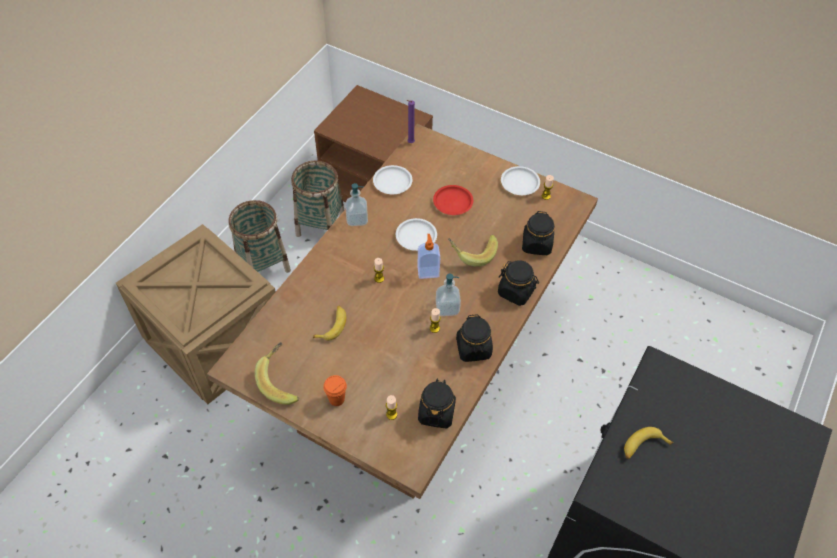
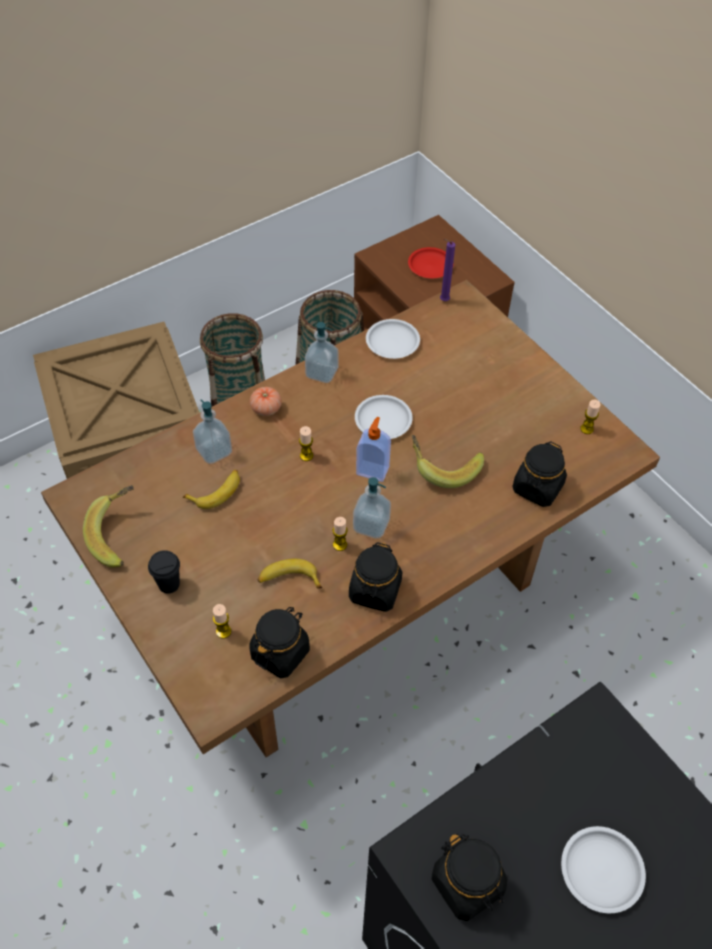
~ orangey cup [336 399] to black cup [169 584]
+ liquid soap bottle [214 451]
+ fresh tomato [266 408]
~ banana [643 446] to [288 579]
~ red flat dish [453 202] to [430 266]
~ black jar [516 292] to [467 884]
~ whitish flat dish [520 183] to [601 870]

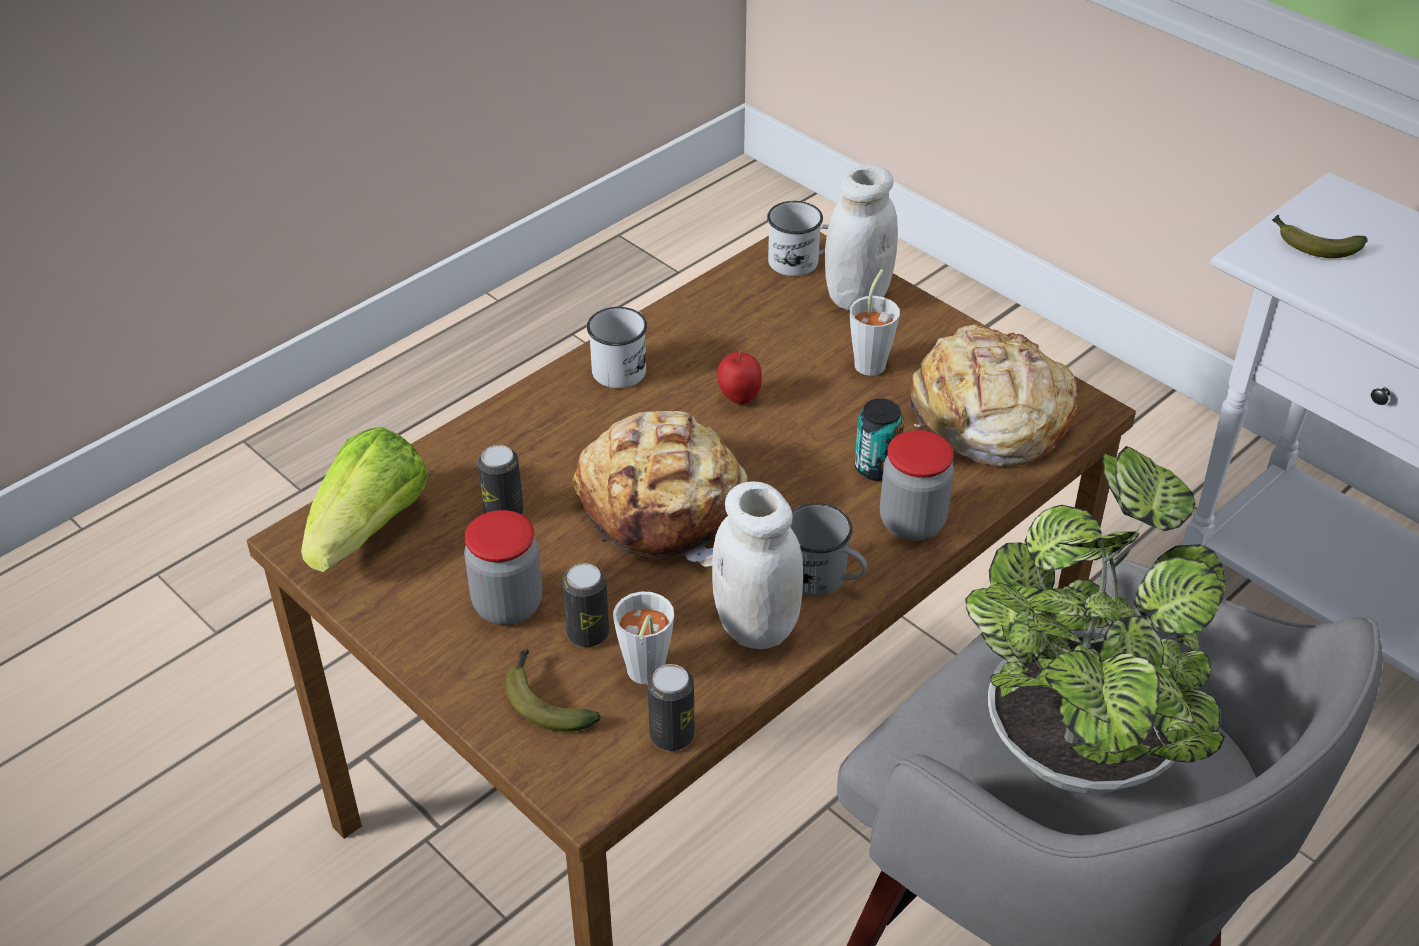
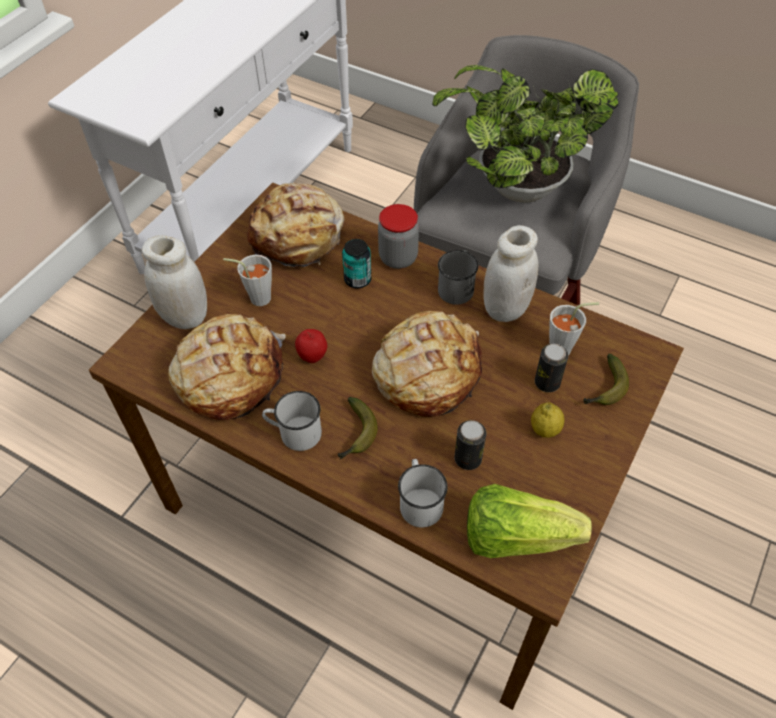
+ bread [229 376]
~ banana [1311 245] to [356 434]
~ whitish mug [802 262] to [419 501]
~ jar [508 605] to lemon [545 430]
- sealed can [671 735]

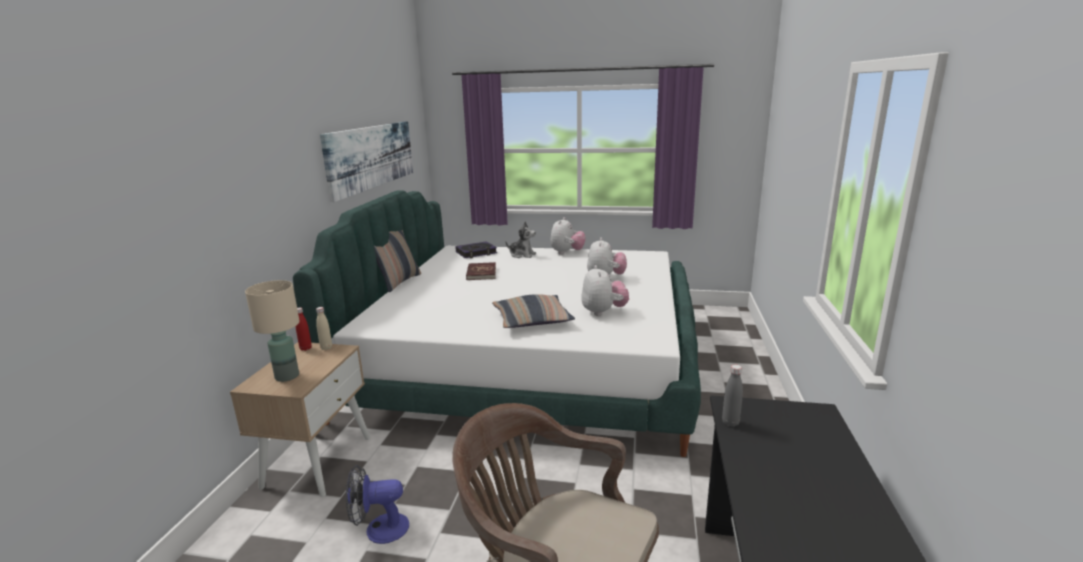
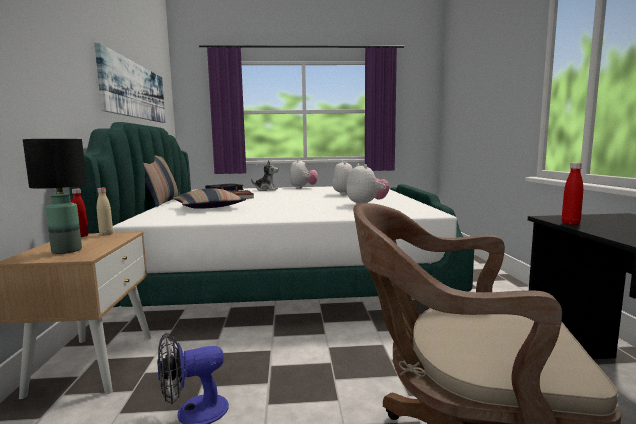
~ beige-coloured table lamp [287 376] to black table lamp [66 250]
~ throw pillow [532 320] to [209 208]
~ grey beverage bottle [730 422] to red beverage bottle [570 223]

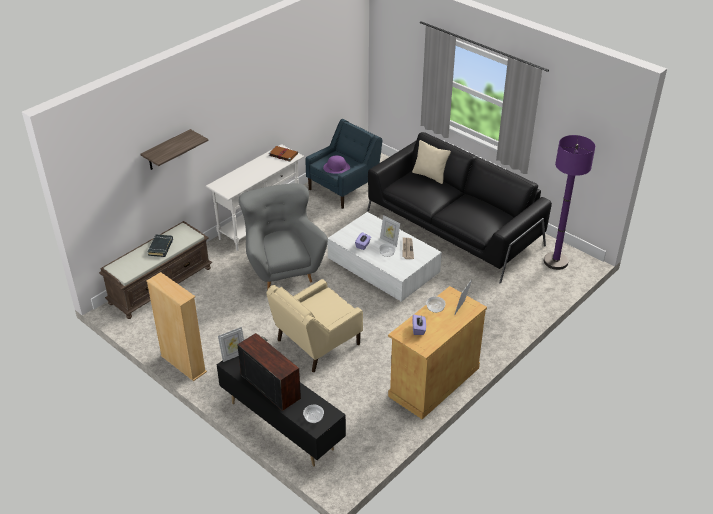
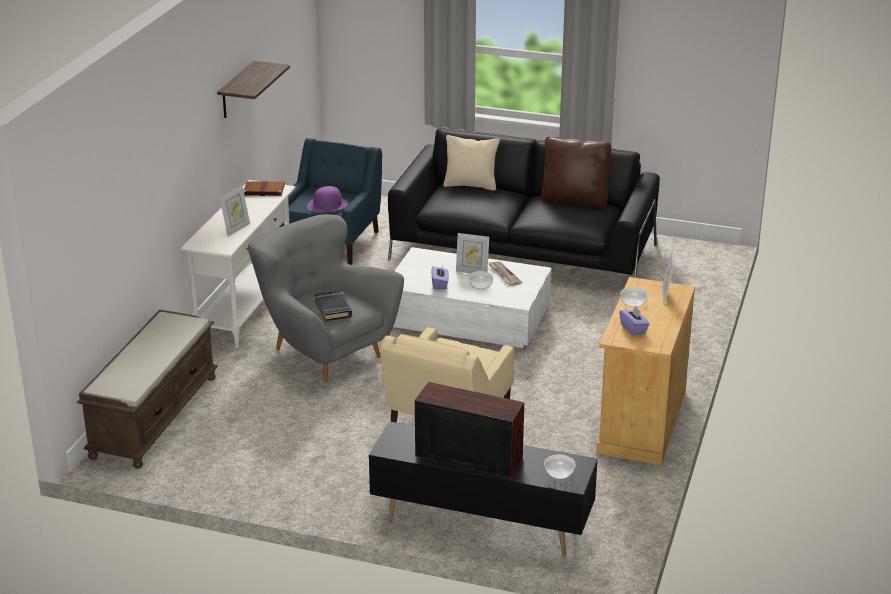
~ bracket shelf [167 150] to [236 90]
~ standing frame [233 355] to [236 229]
~ black book [161 247] to [333 309]
+ brown throw pillow [574 200]
- beige-coloured bookshelf [183 364]
- purplish standard lamp [555 261]

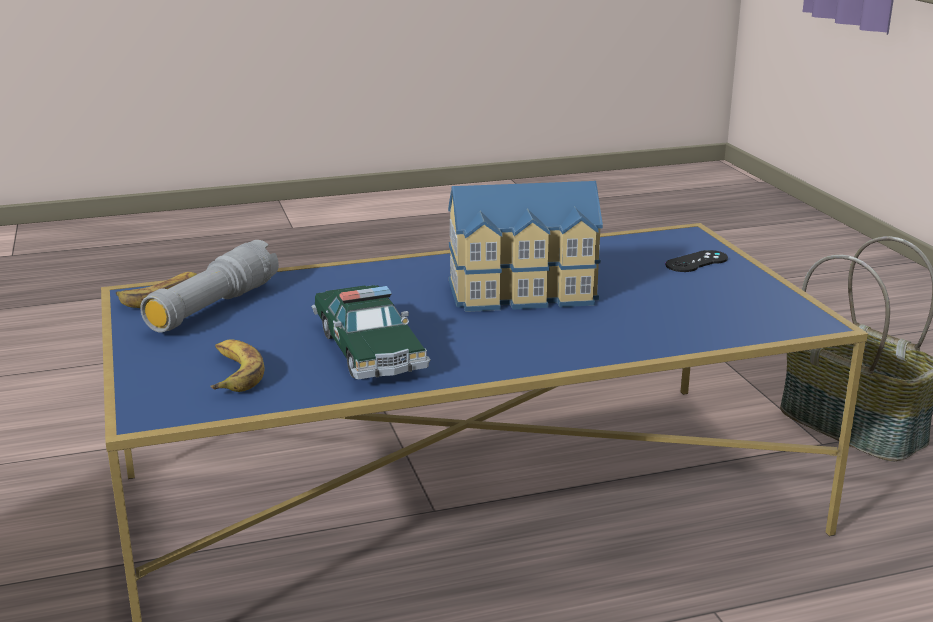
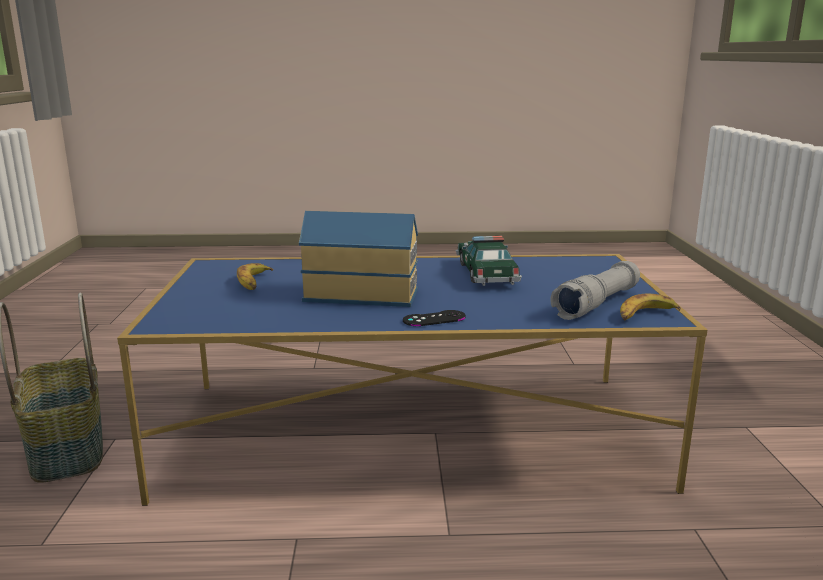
~ banana [233 373] to [254 282]
~ black game controller [696 262] to [434 319]

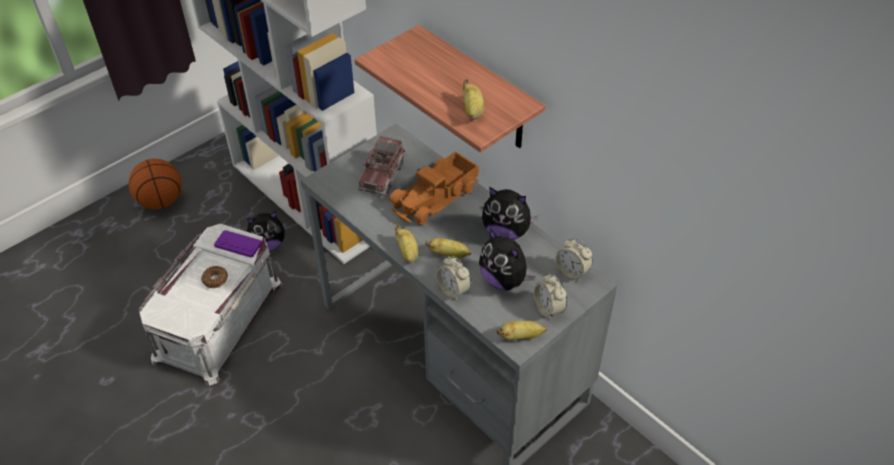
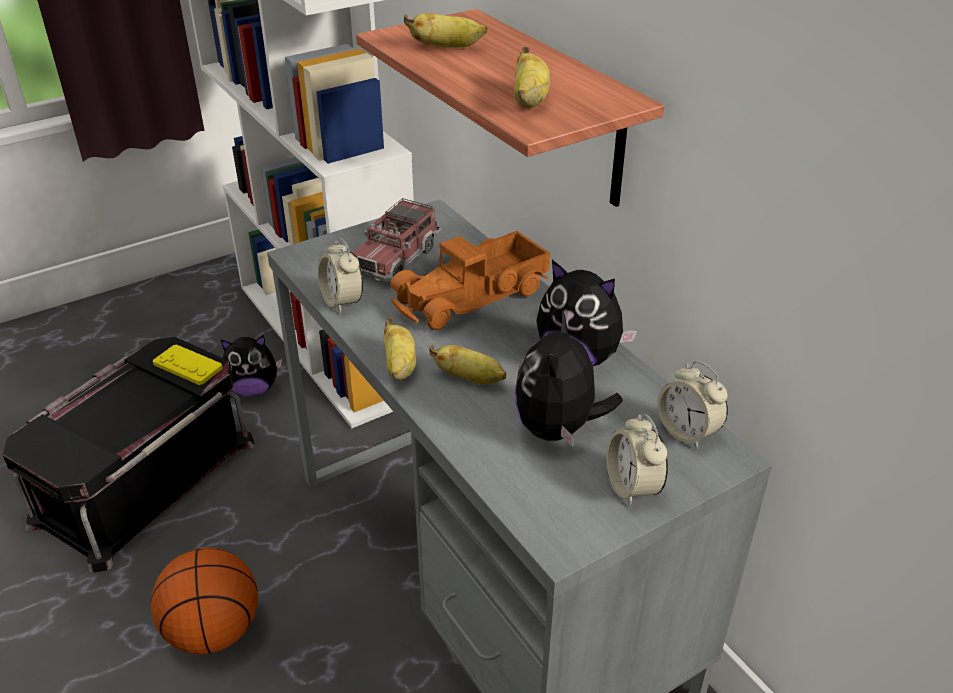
~ whitish storage container [217 319] to black storage container [143 479]
~ ball for basketball [161 201] to [214 631]
~ purplish game controller [238 244] to yellowish game controller [188 366]
~ alarm clock [453 290] to [342 301]
~ banana [520 336] to [447 47]
~ plush toy [504 280] = [558 429] 45 degrees clockwise
- doughnut [215 279]

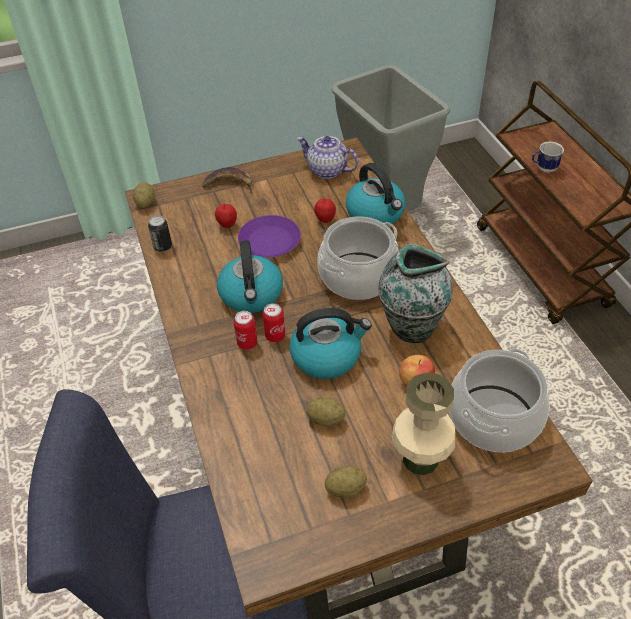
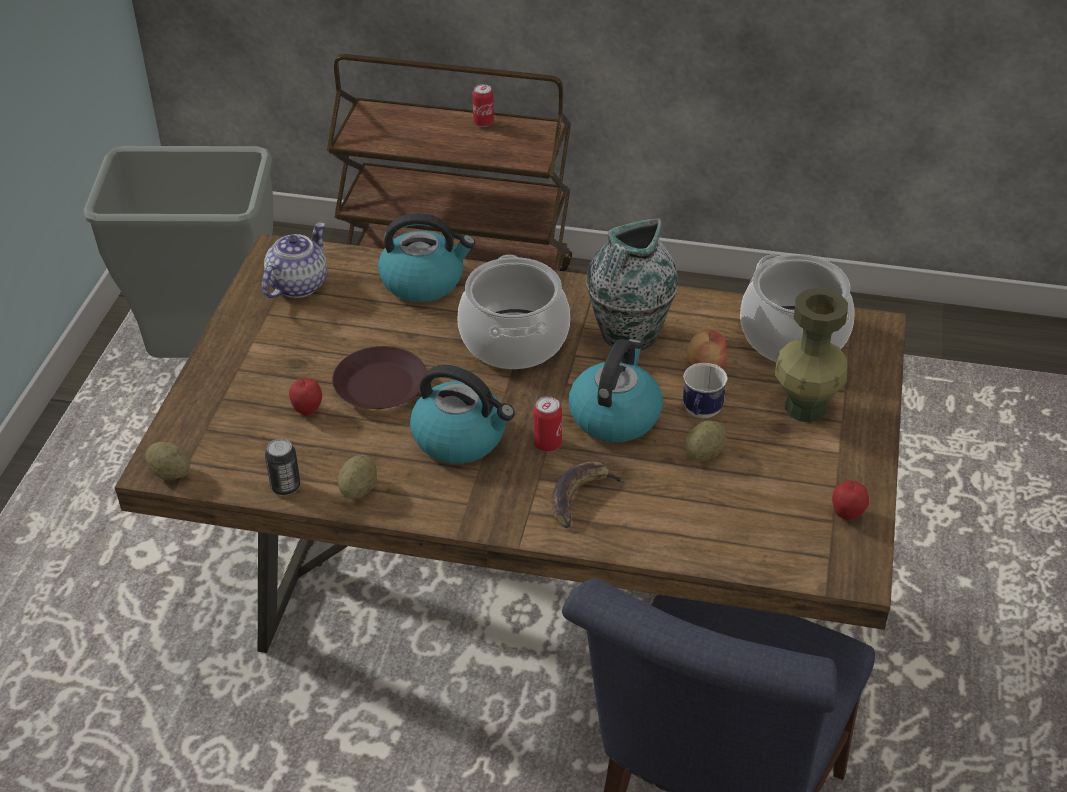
~ teapot [327 170] = [297 284] 150 degrees clockwise
~ purplish flat dish [269 241] to brown flat dish [379 386]
~ whole potato [345 489] to [358 489]
~ sealed can [247 343] to [483 122]
~ banana [229 184] to [581 497]
~ mug [543 169] to [700 414]
~ beige-coloured vase [421 459] to greenish vase [805 407]
~ whole apple [325 220] to [847 515]

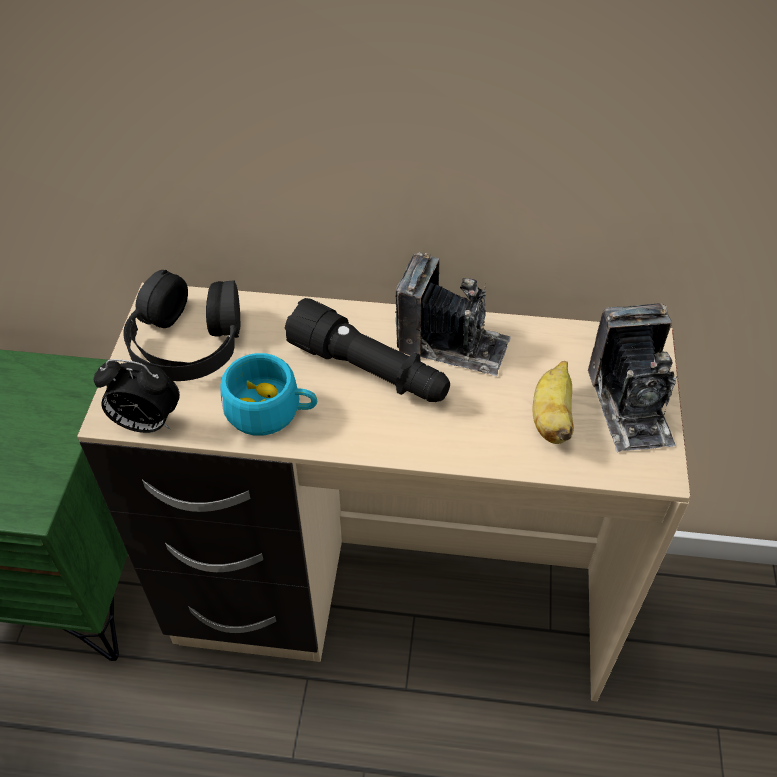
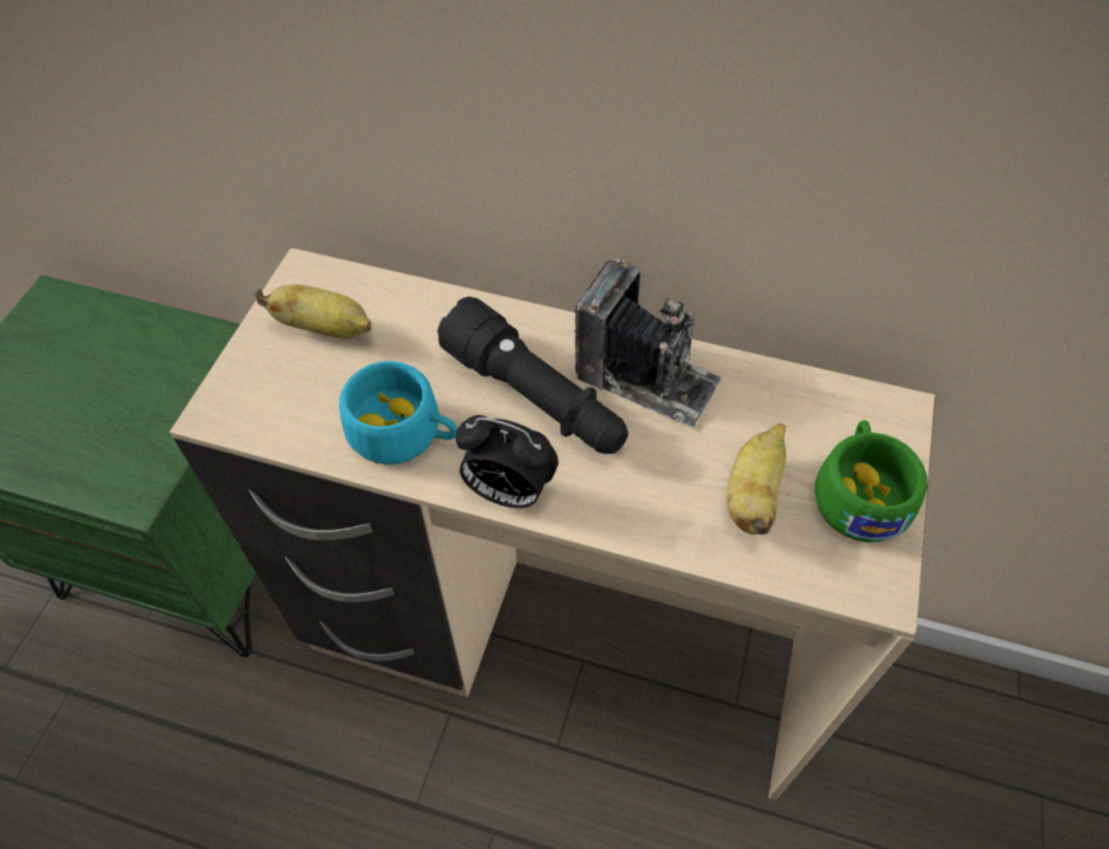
~ black headphones [187 341] to banana [326 329]
~ alarm clock [146 423] to [507 492]
~ photo camera [630 405] to greenish cup [859 493]

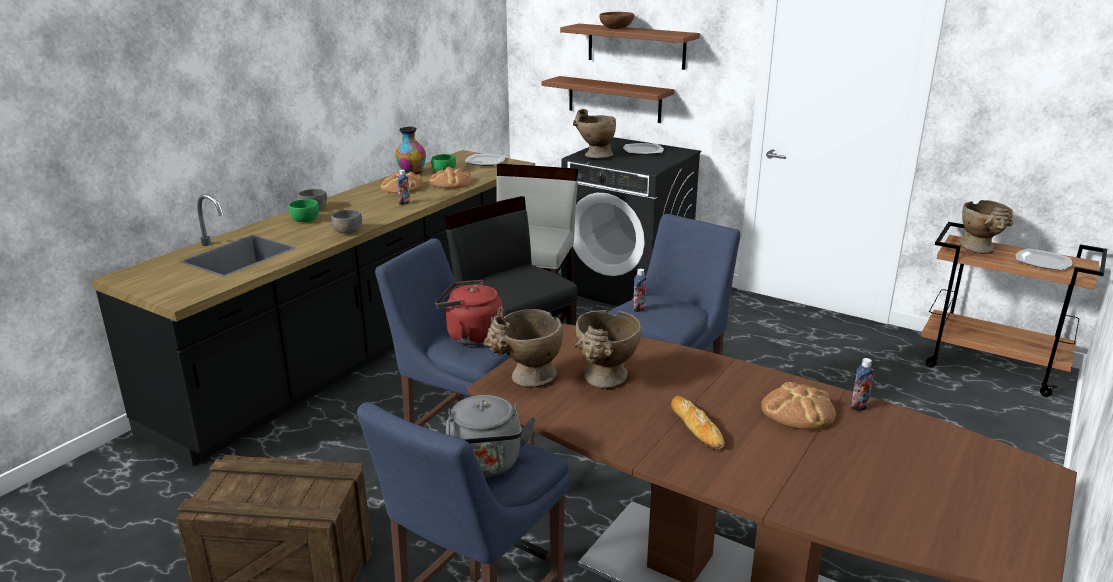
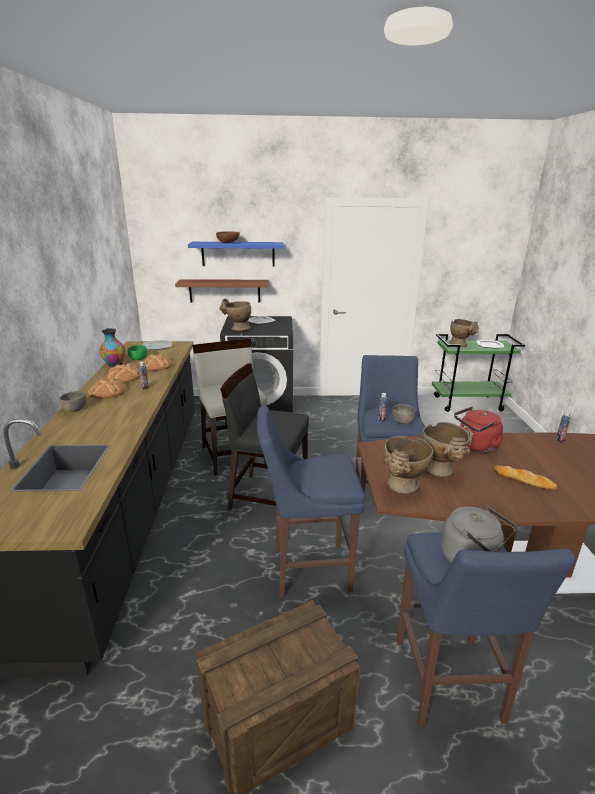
~ bread [797 411] to [107 391]
~ brown bracket shelf [636 46] to blue-coloured bracket shelf [238 254]
~ grey serving bowl [347 231] to [402 421]
~ brown trolley [992 366] to greenish trolley [468 403]
~ red tea kettle [471 336] to [475 446]
- greenish serving bowl [305 220]

